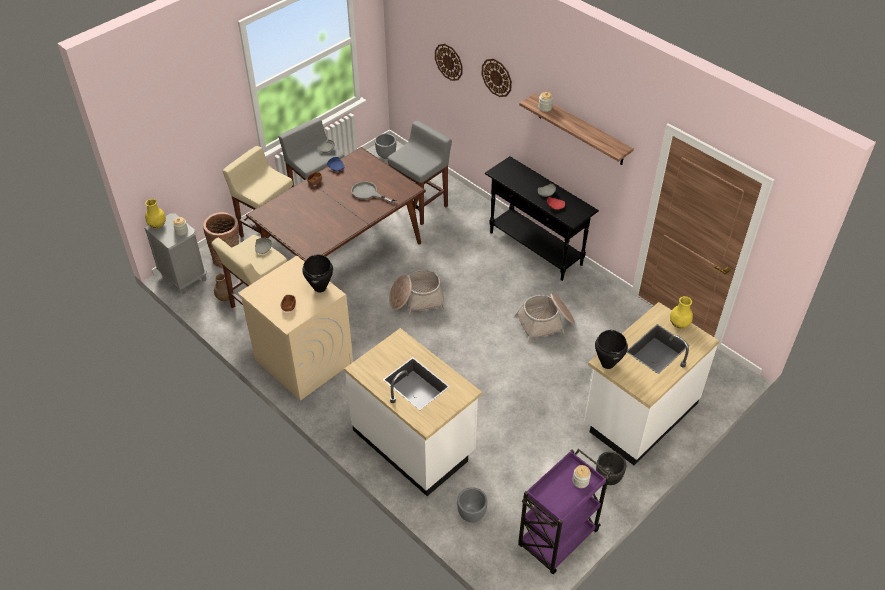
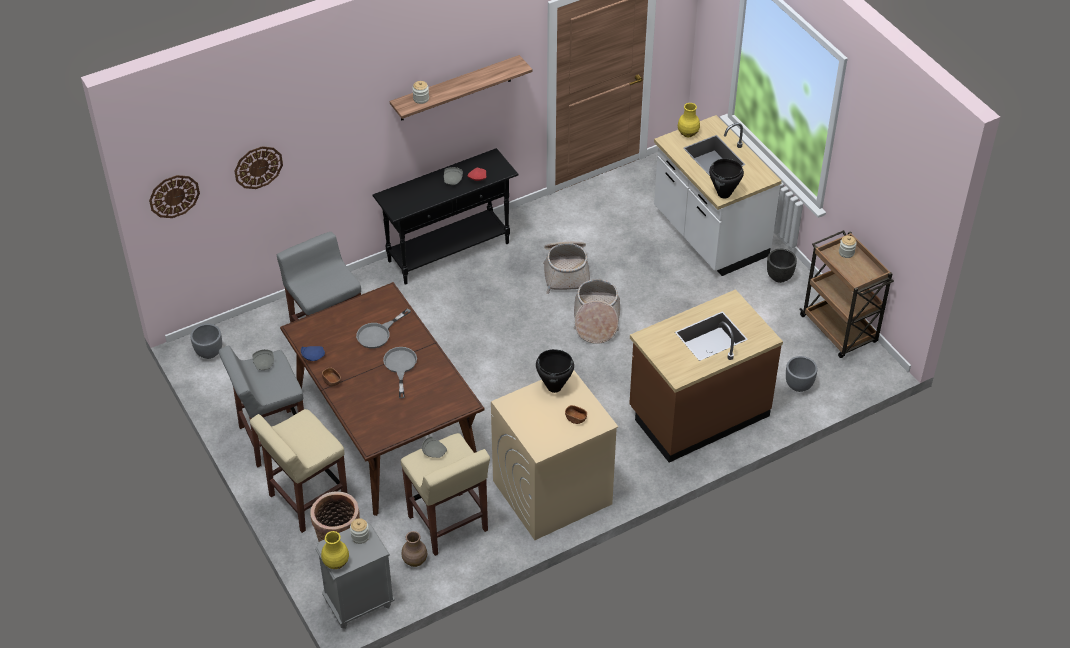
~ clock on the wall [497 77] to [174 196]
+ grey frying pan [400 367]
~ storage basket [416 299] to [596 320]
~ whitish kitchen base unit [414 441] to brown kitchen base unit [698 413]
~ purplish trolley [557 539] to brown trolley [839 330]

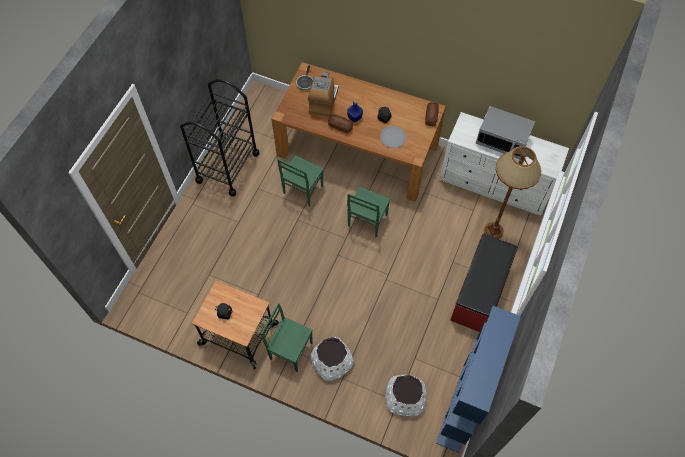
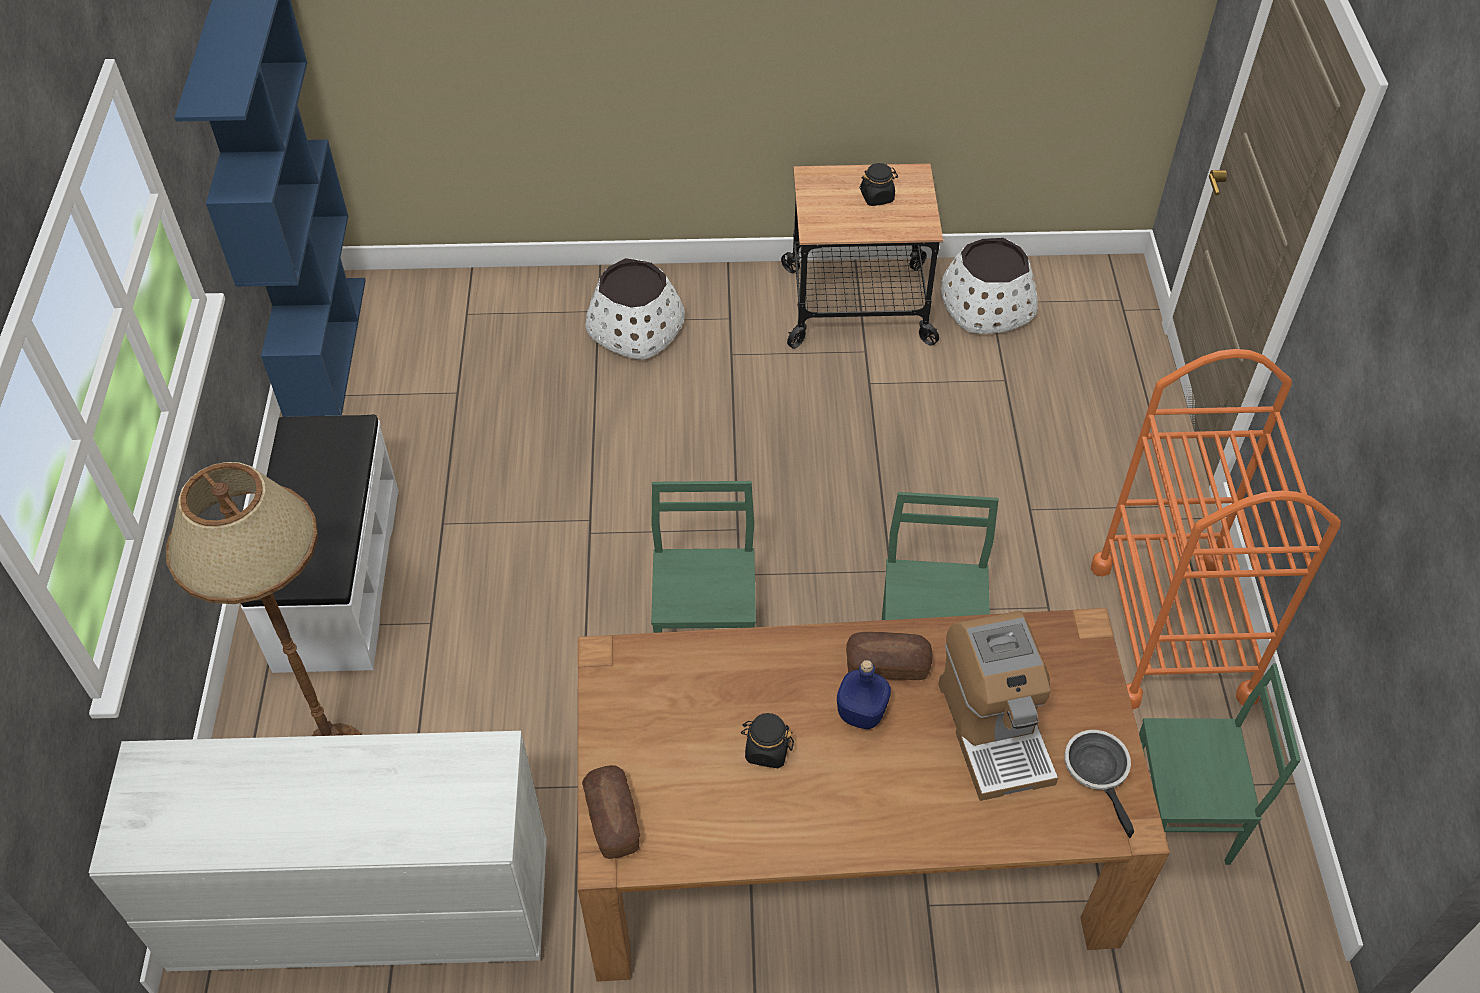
~ red long seat [480 292] to whitish long seat [336 577]
~ whitish planter [405 397] to [986 307]
~ black trolley [227 167] to orangey trolley [1171 631]
~ greenish plain chair [291 350] to [1179 819]
- grey flat dish [393 137]
- kitchen microwave [502 140]

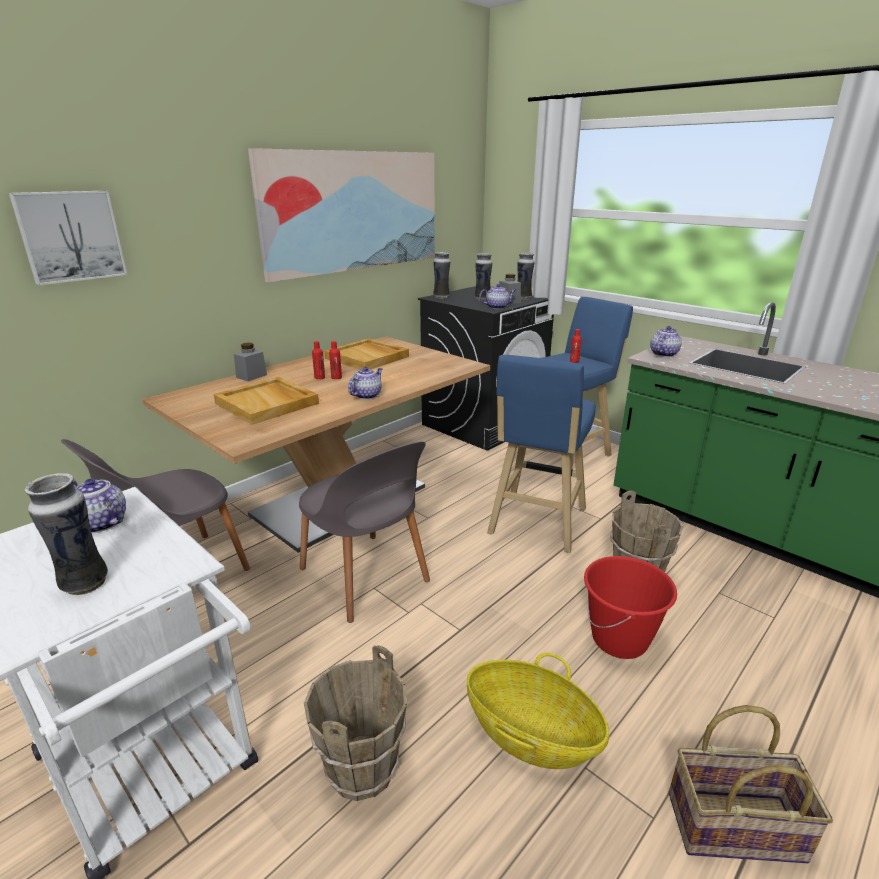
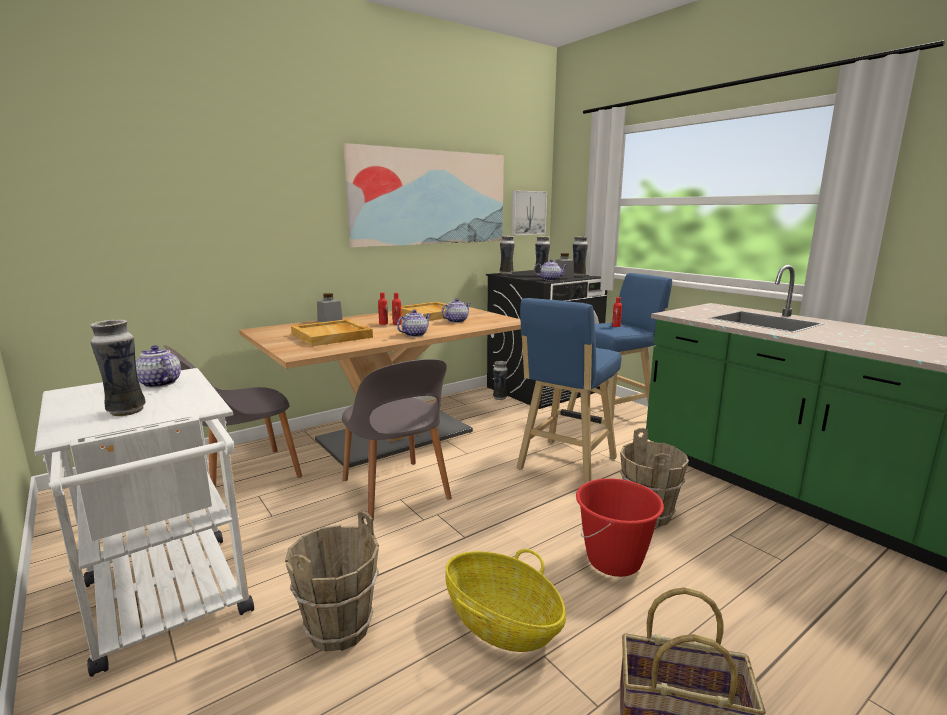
~ teapot [663 354] to [456 321]
+ vase [500 398]
~ wall art [70 236] to [527 213]

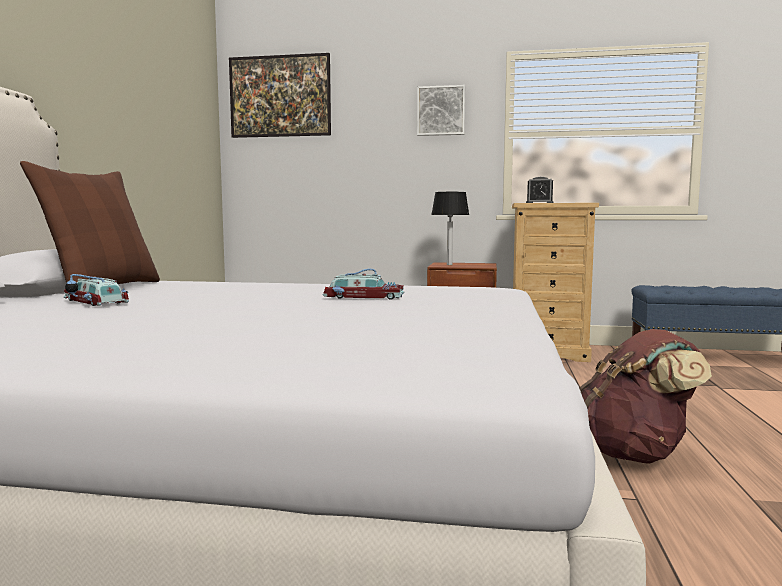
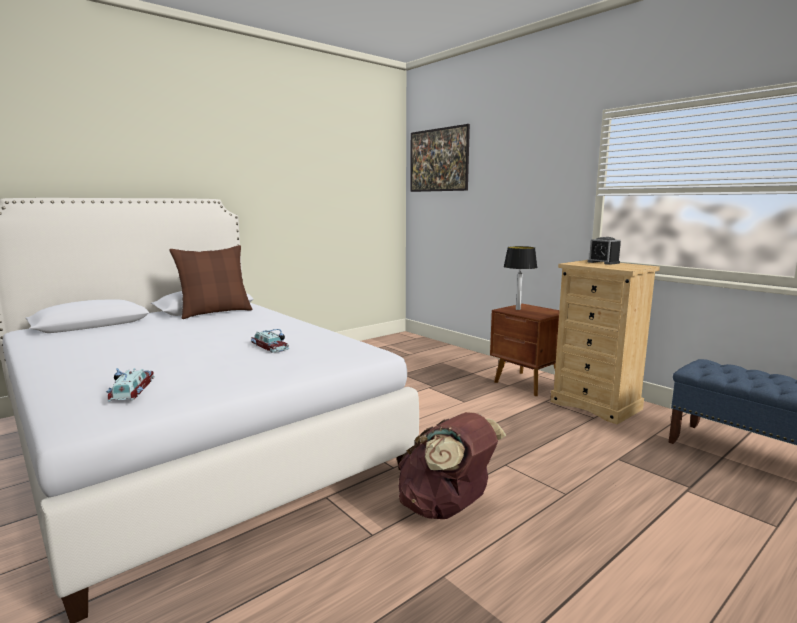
~ miniature car [94 302] to [130 391]
- wall art [441 111]

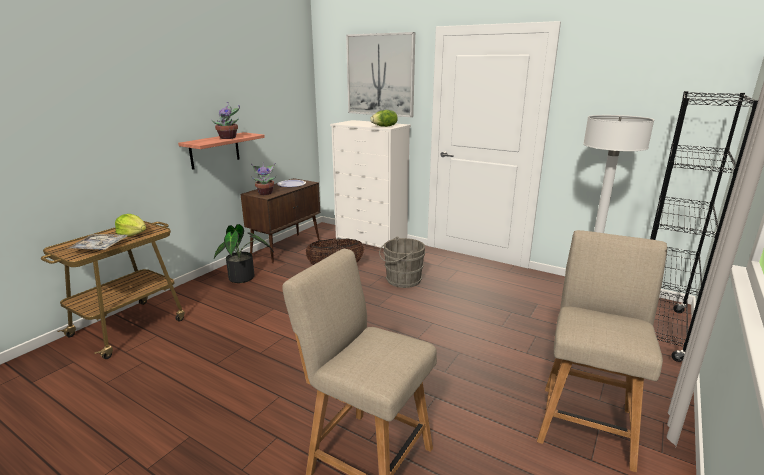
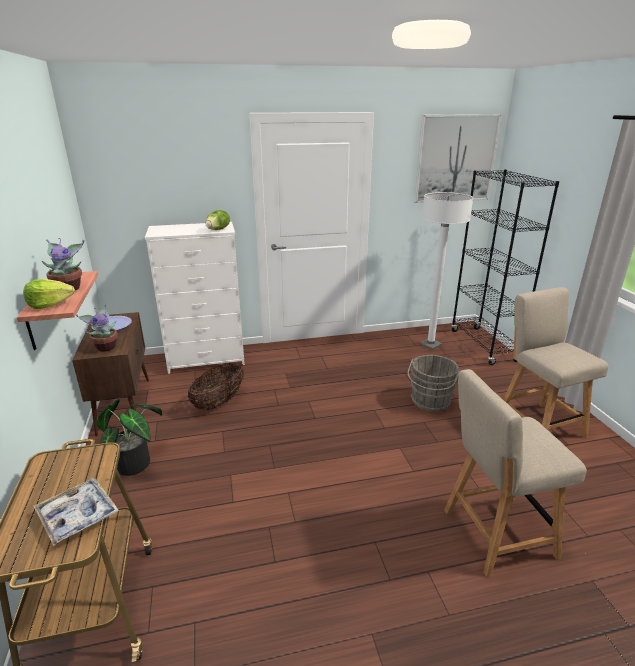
~ lettuce head [133 234] to [50 304]
~ grey water bucket [401 280] to [430 402]
~ wall art [380 75] to [455 159]

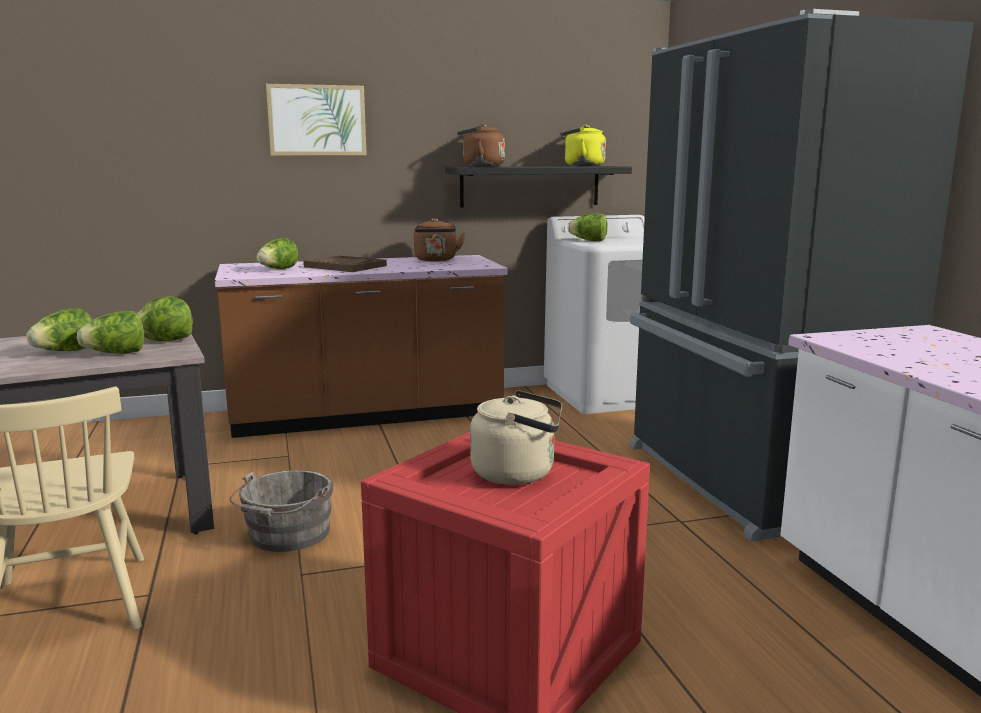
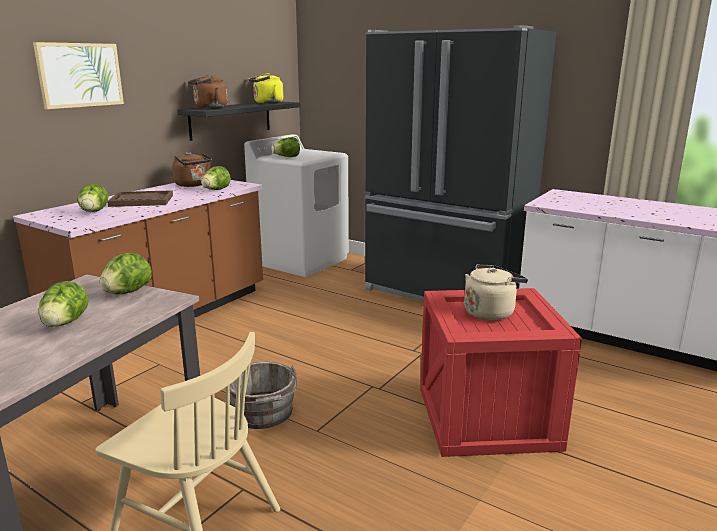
~ lettuce head [116 354] to [215 190]

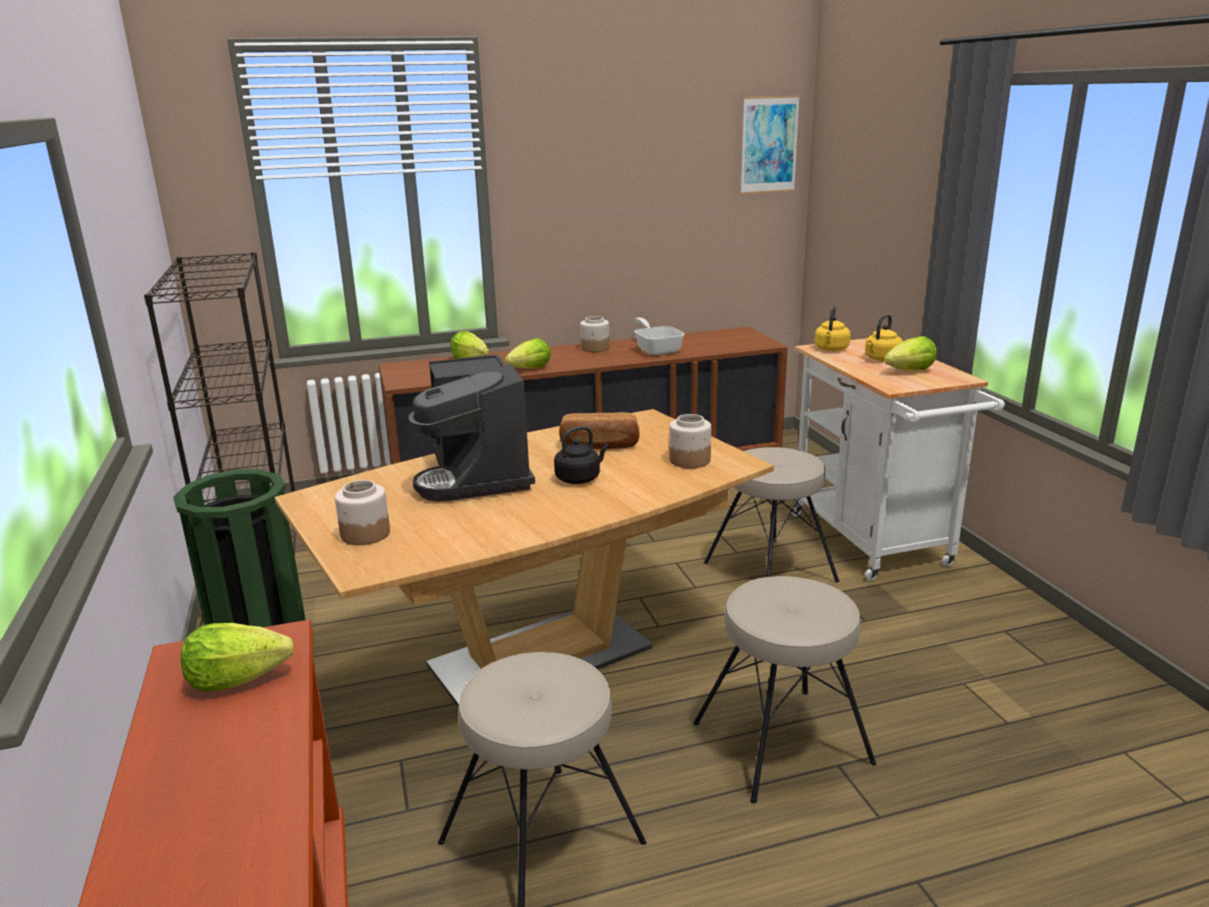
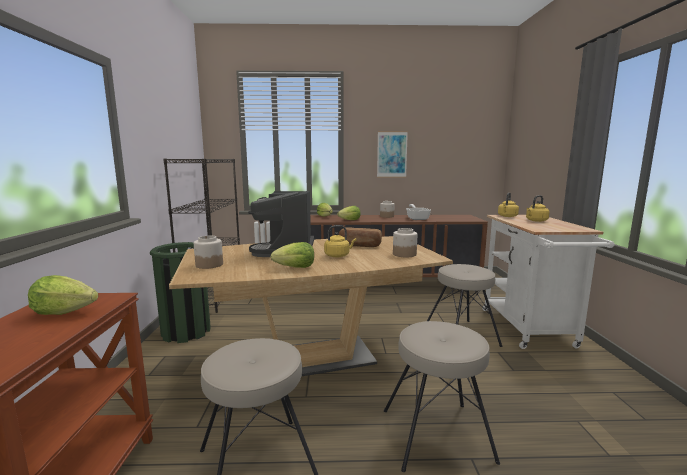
~ lettuce head [910 371] to [295 268]
~ black tea kettle [580 478] to yellowish tea kettle [338 255]
~ wall art [769 145] to [392 154]

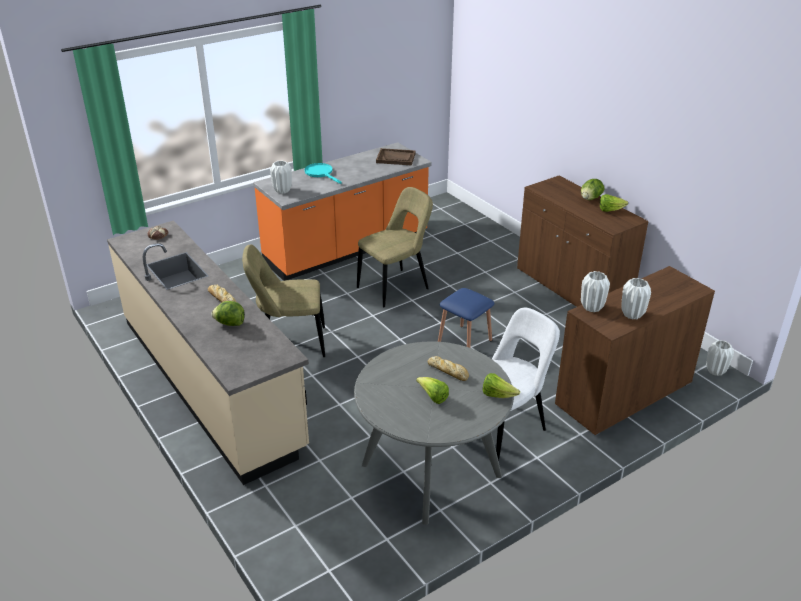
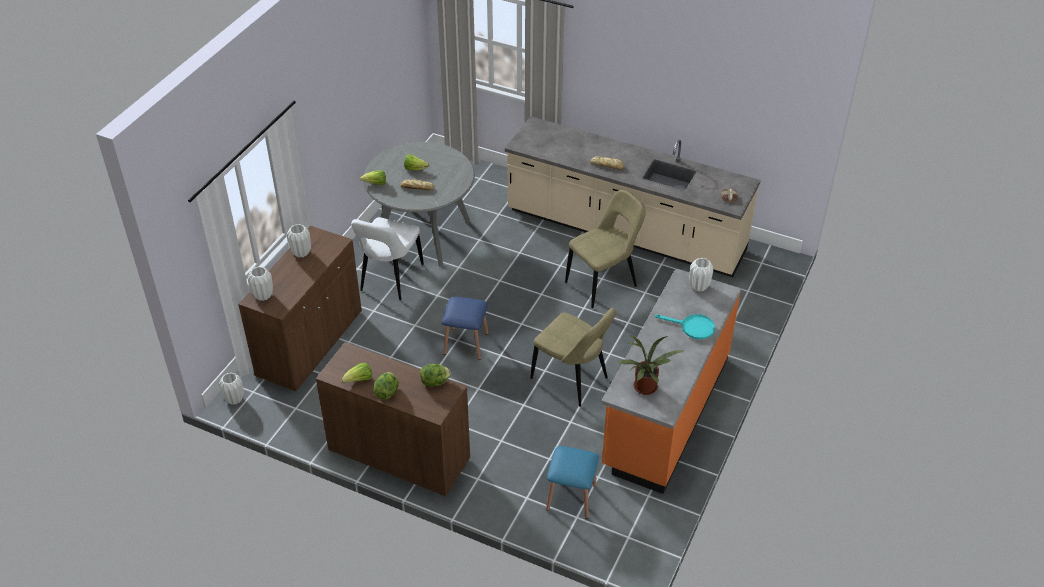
~ whitish vase [592 307] to [263 296]
~ lettuce head [230 323] to [435 382]
~ beige-coloured plain chair [396 287] = [572 380] 75 degrees counterclockwise
+ blue-coloured sitting stool [571 497]
~ brown tray [396 158] to plant in a pot [645 389]

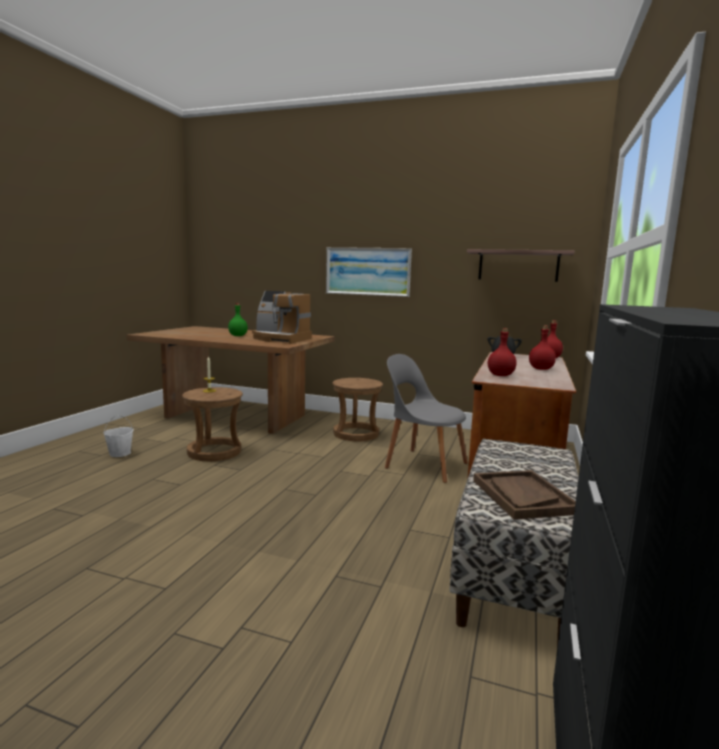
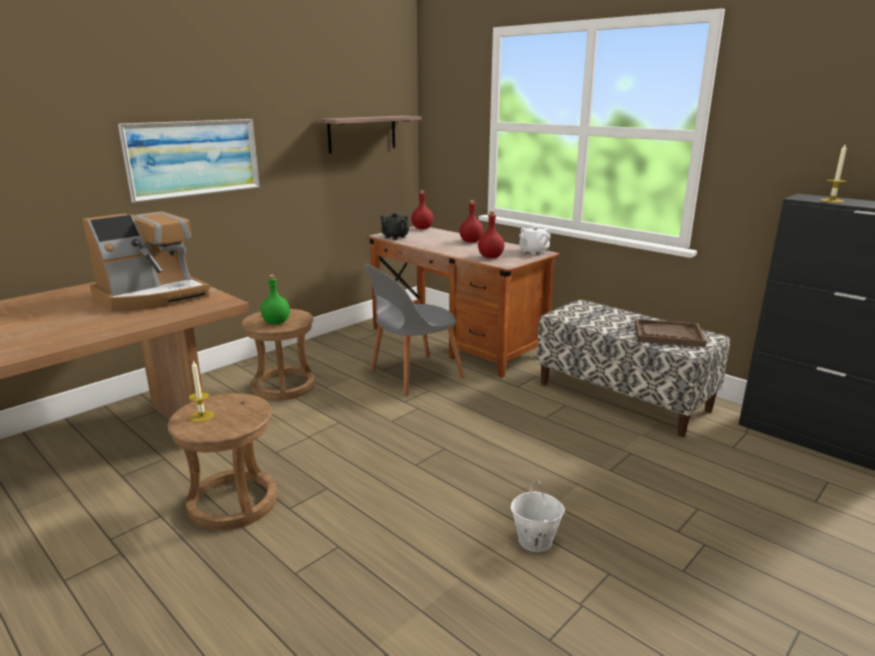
~ greenish beverage bottle [238 336] to [276 322]
~ whitish water bucket [120 453] to [534 541]
+ whitish teapot [533 252]
+ wax light [832 201]

